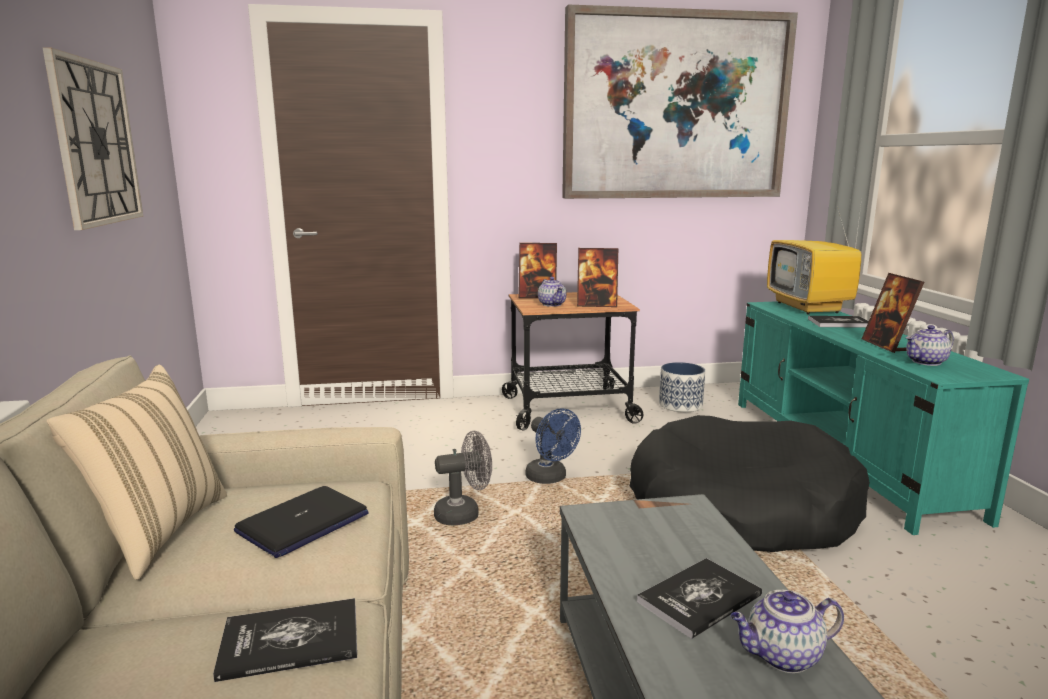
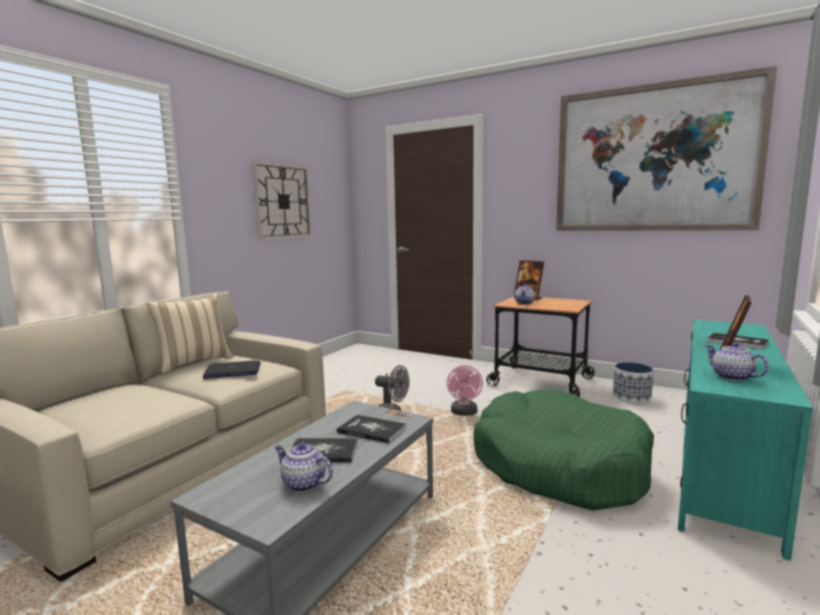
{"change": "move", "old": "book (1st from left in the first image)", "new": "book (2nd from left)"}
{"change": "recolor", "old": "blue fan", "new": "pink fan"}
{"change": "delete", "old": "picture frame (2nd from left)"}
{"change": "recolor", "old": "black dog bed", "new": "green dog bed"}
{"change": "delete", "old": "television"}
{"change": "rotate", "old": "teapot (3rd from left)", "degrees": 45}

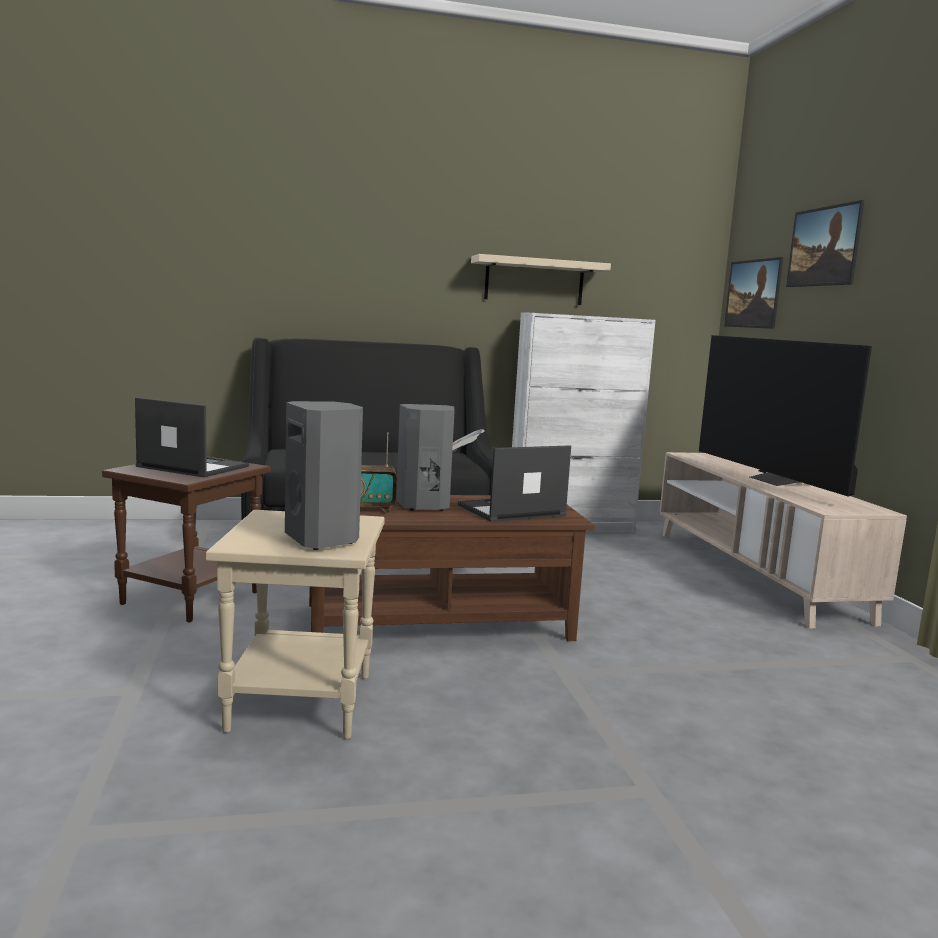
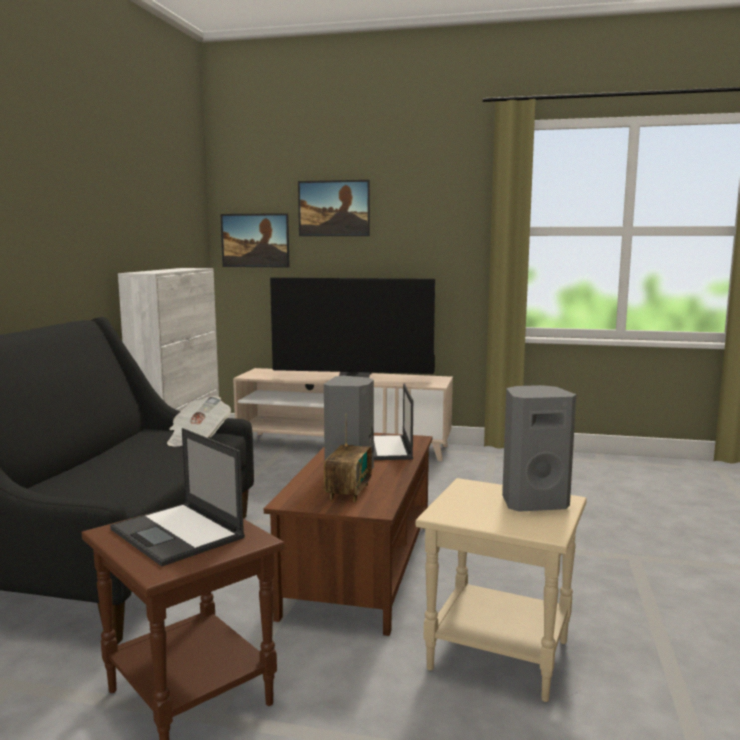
{"change": "rotate", "old": "laptop (1st from left)", "degrees": -90}
{"change": "delete", "old": "beige shelf"}

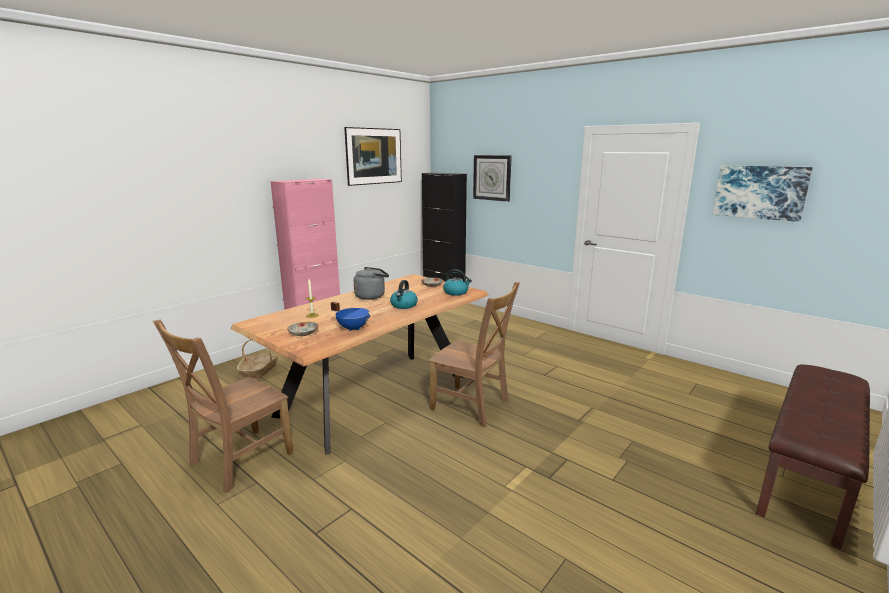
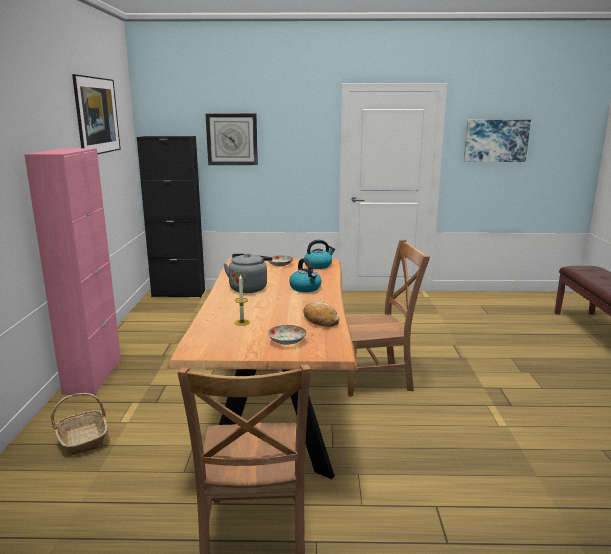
{"change": "replace", "old": "blue cooking pot", "new": "bread"}

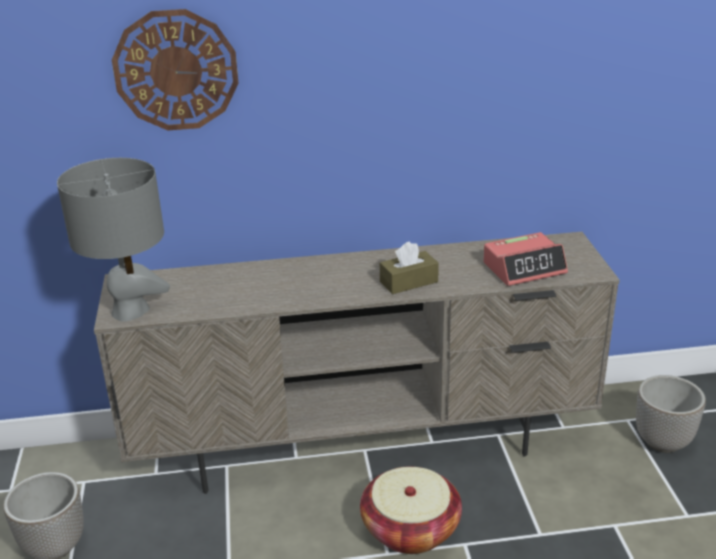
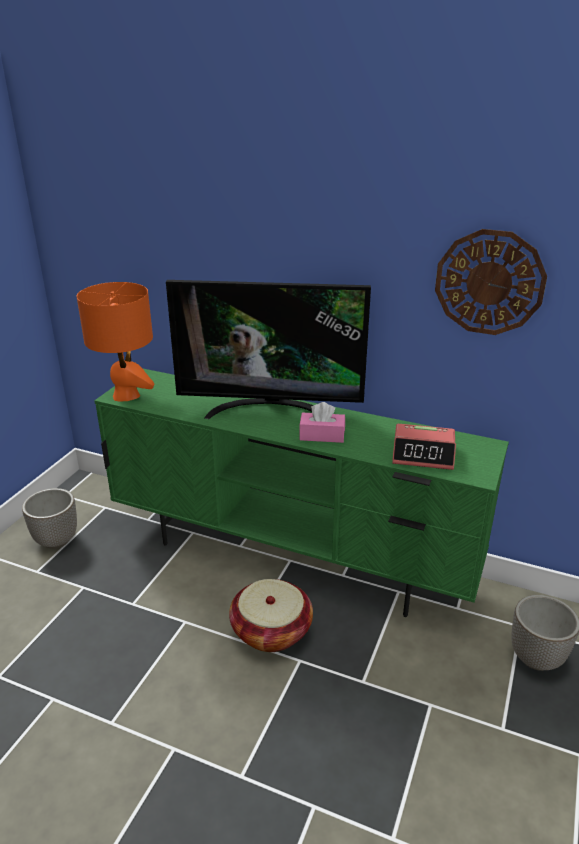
{"change": "recolor", "old": "grey table lamp", "new": "orange table lamp"}
{"change": "recolor", "old": "beige tv stand", "new": "green tv stand"}
{"change": "move", "old": "wall clock"}
{"change": "recolor", "old": "brown tissue box", "new": "pink tissue box"}
{"change": "insert", "new": "television"}

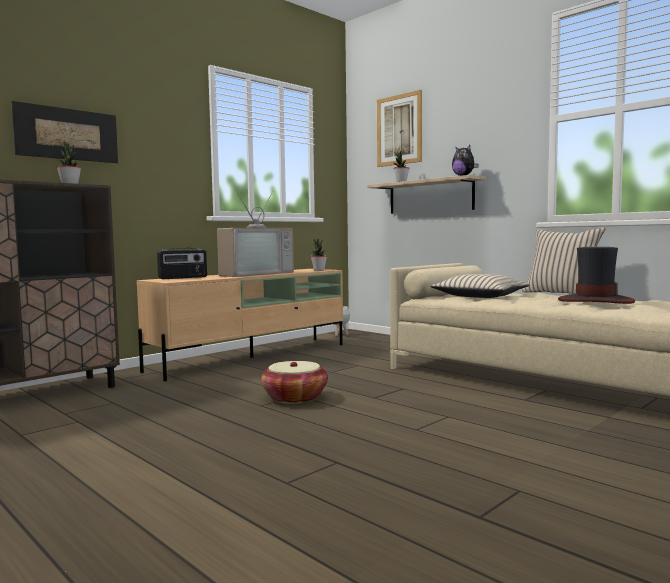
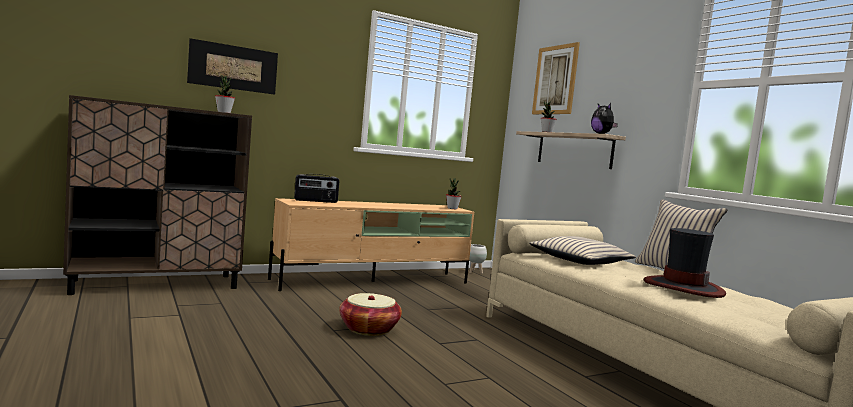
{"change": "delete", "old": "television"}

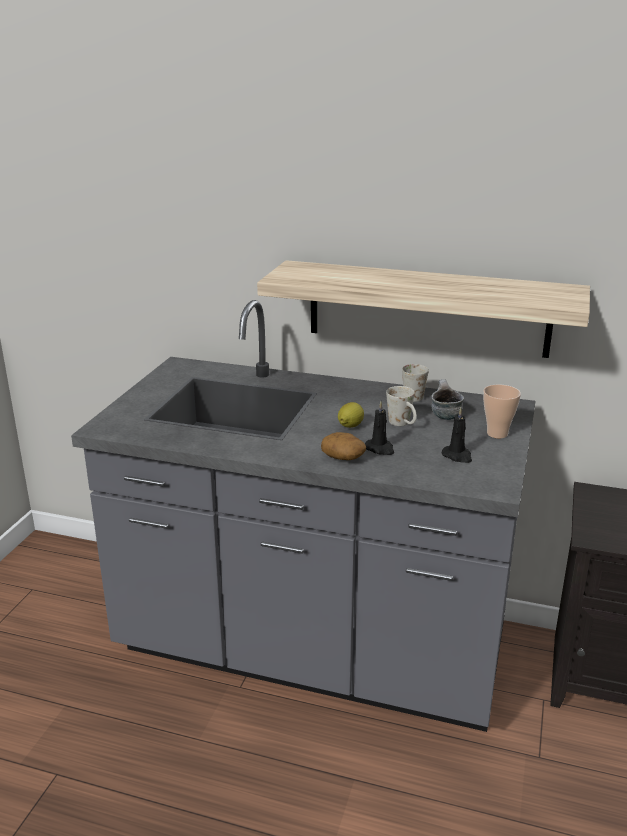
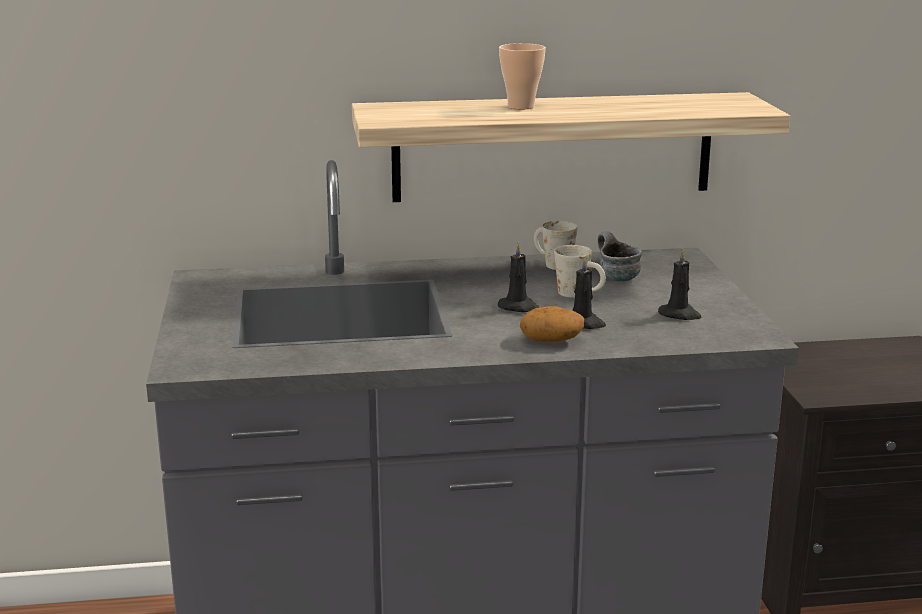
{"change": "replace", "old": "lemon", "new": "black candle (1st from left)"}
{"change": "move", "old": "cup"}

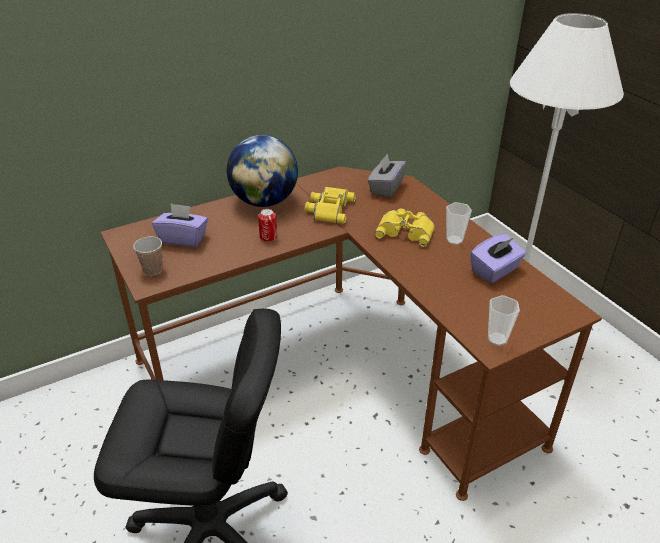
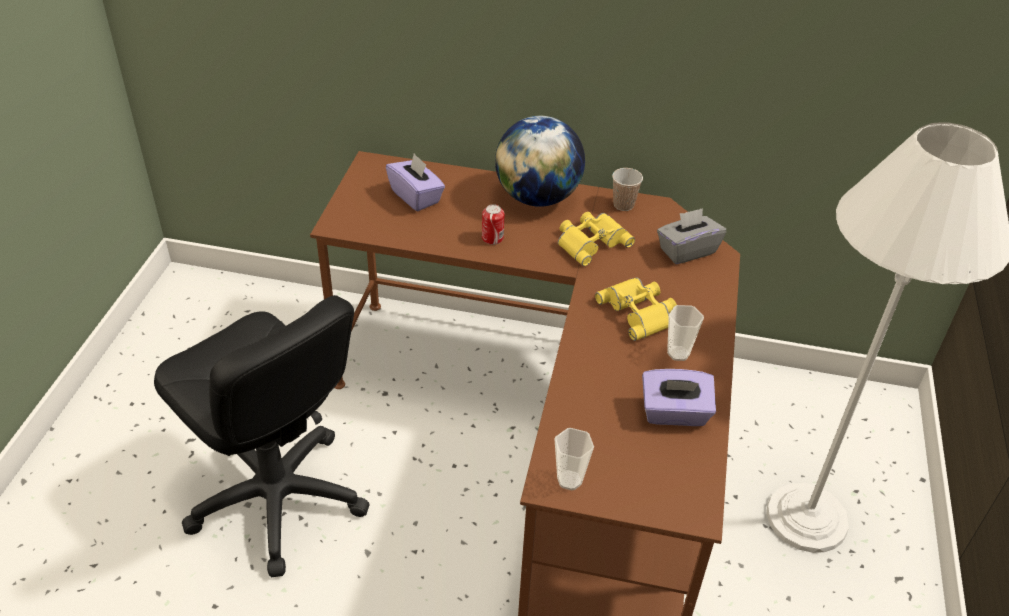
{"change": "move", "old": "cup (1st from left in the first image)", "new": "cup (2nd from left)"}

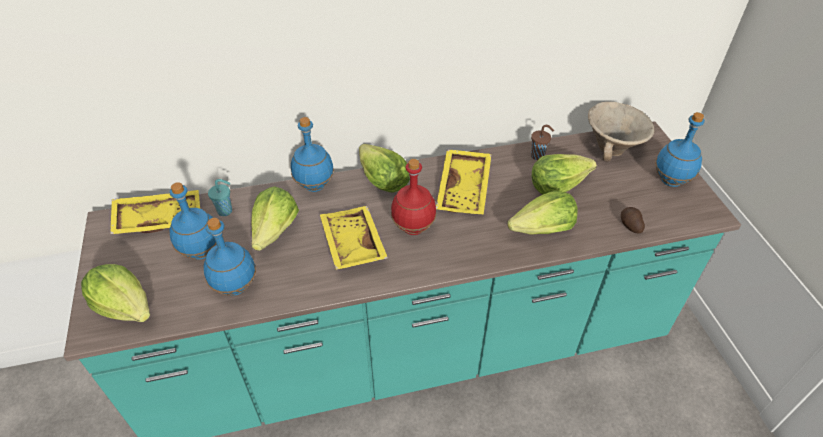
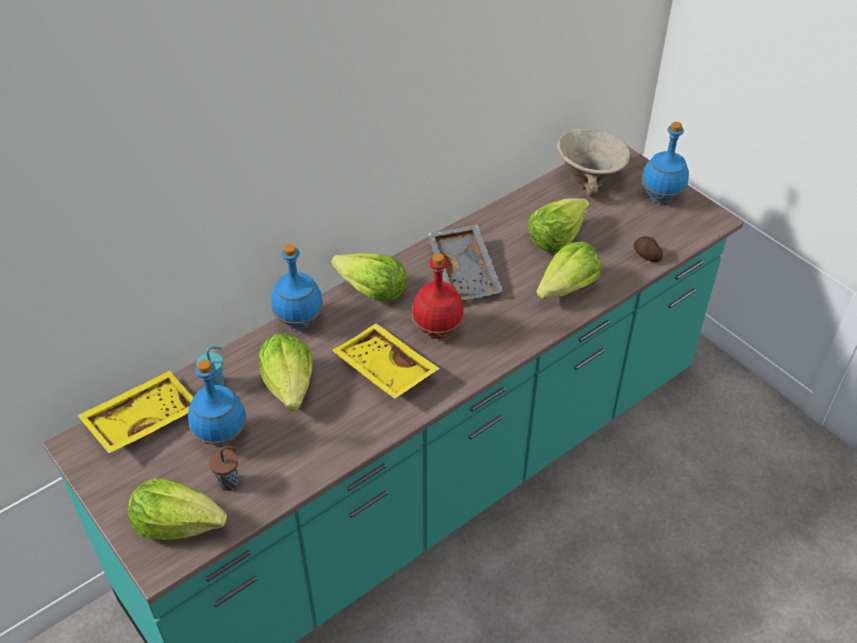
{"change": "delete", "old": "blue bottle (2nd from left)"}
{"change": "recolor", "old": "yellow tray (3rd from left)", "new": "grey tray"}
{"change": "move", "old": "brown cup"}

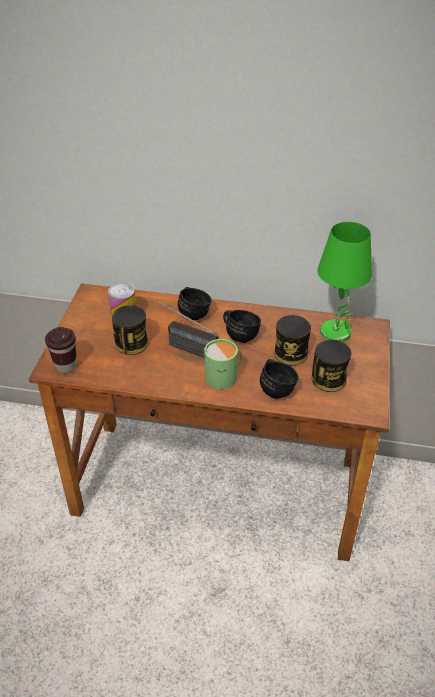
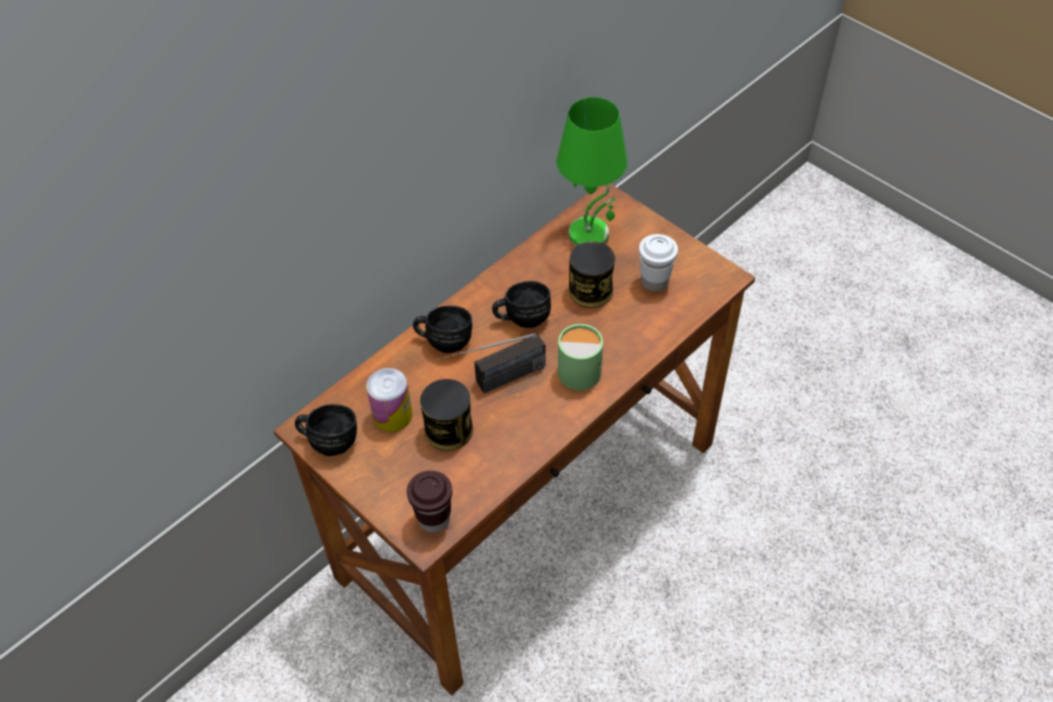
{"change": "move", "old": "black mug (3rd from left in the first image)", "new": "black mug (1st from left)"}
{"change": "replace", "old": "can (4th from left)", "new": "white cup"}

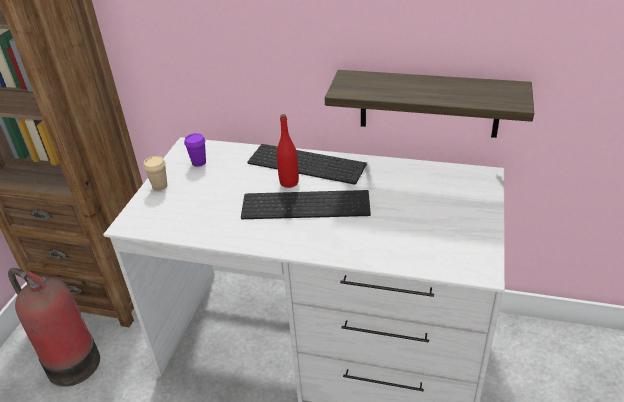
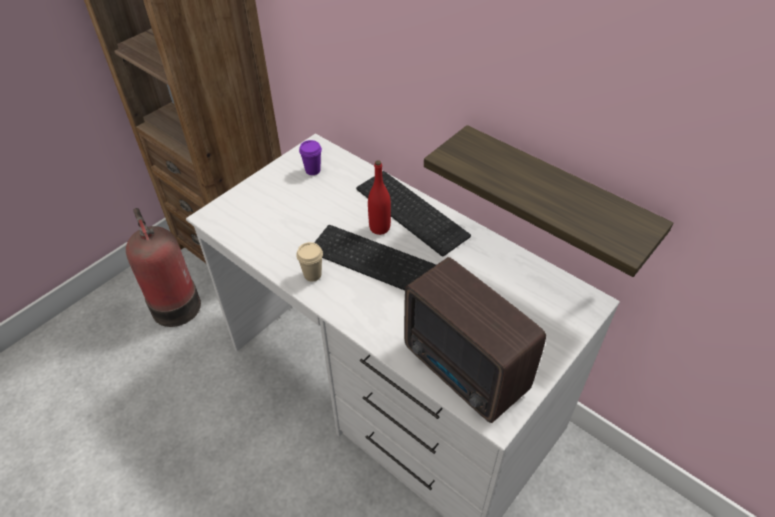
{"change": "move", "old": "beige cup"}
{"change": "insert", "new": "radio"}

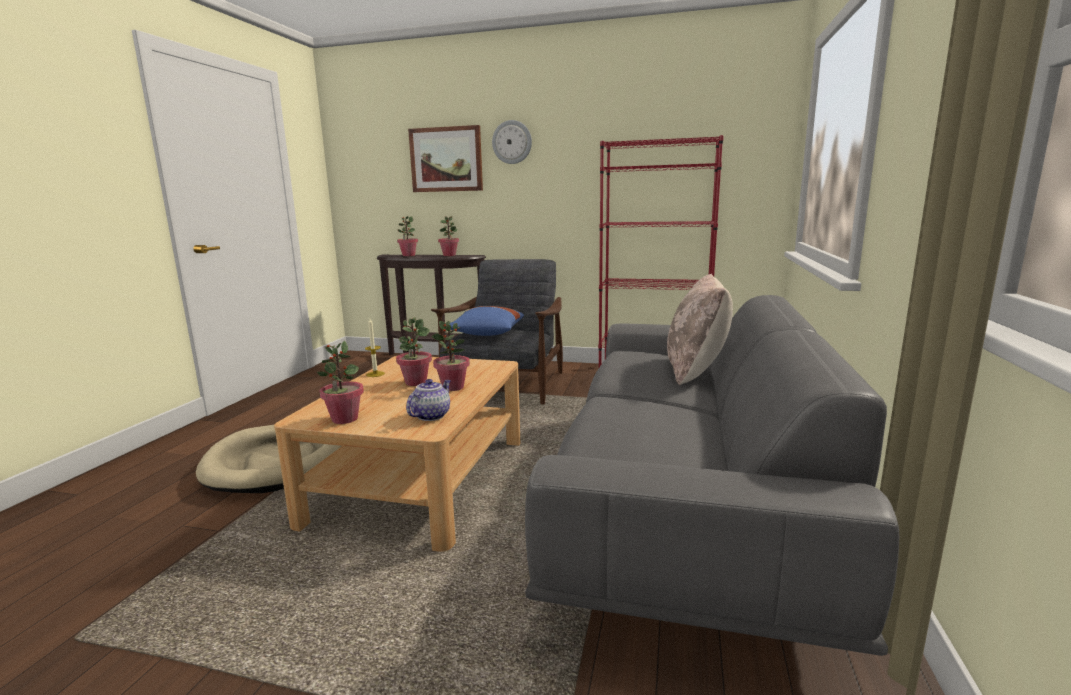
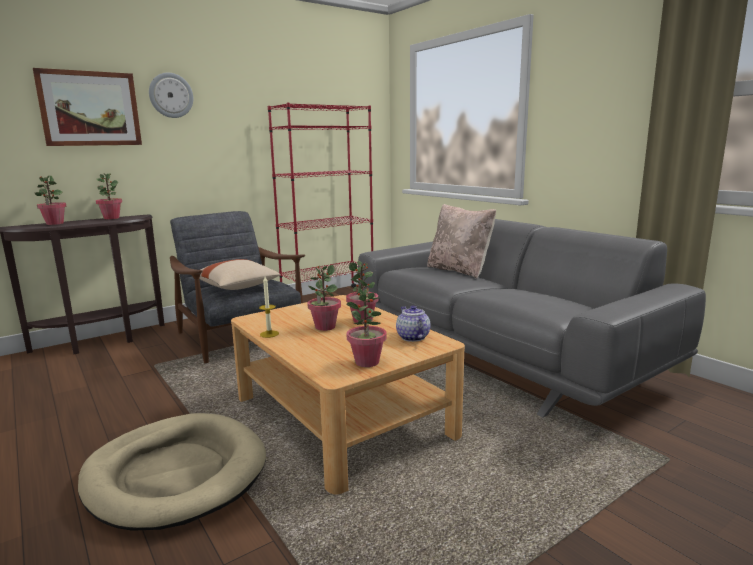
{"change": "recolor", "old": "blue pillow", "new": "beige pillow (1st from left)"}

